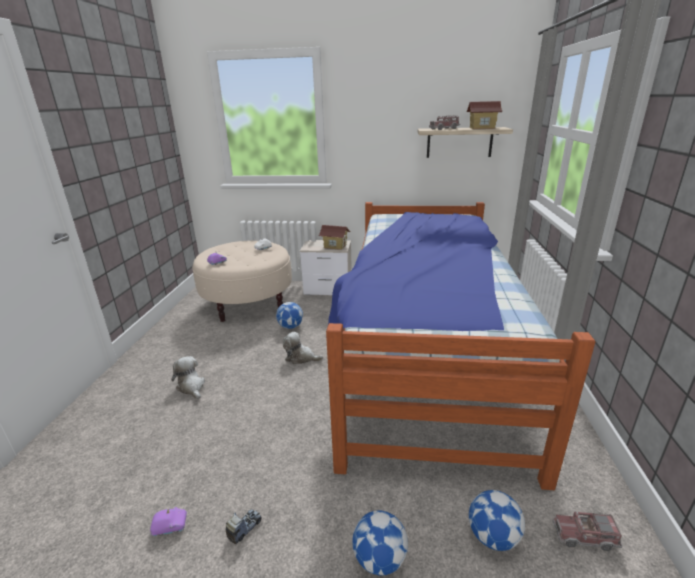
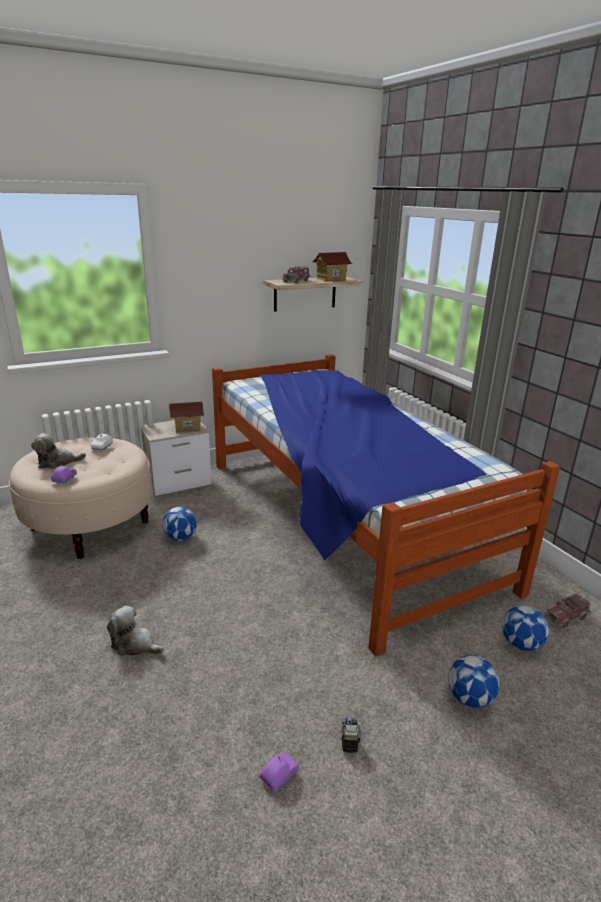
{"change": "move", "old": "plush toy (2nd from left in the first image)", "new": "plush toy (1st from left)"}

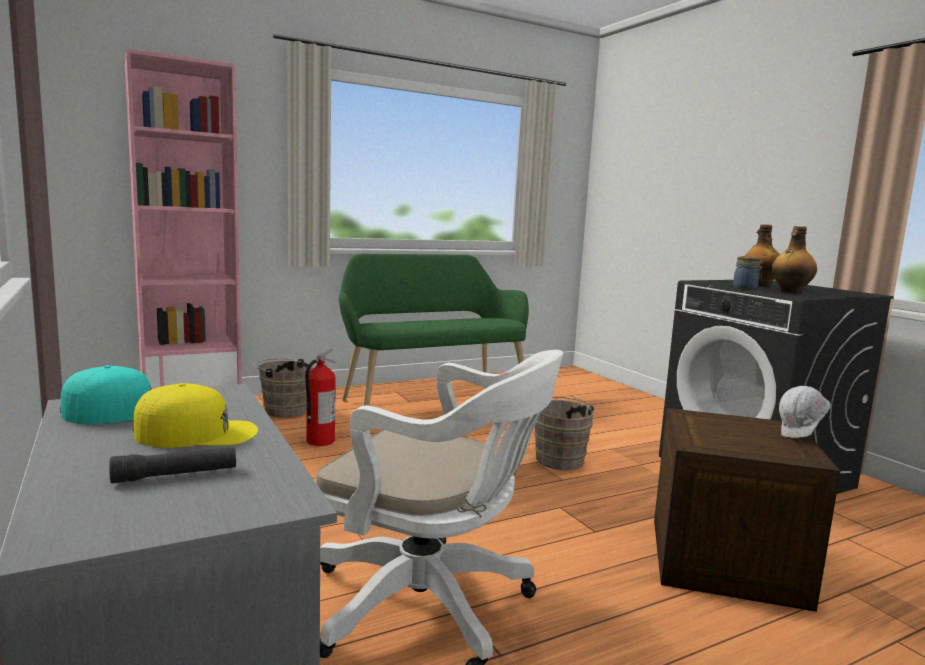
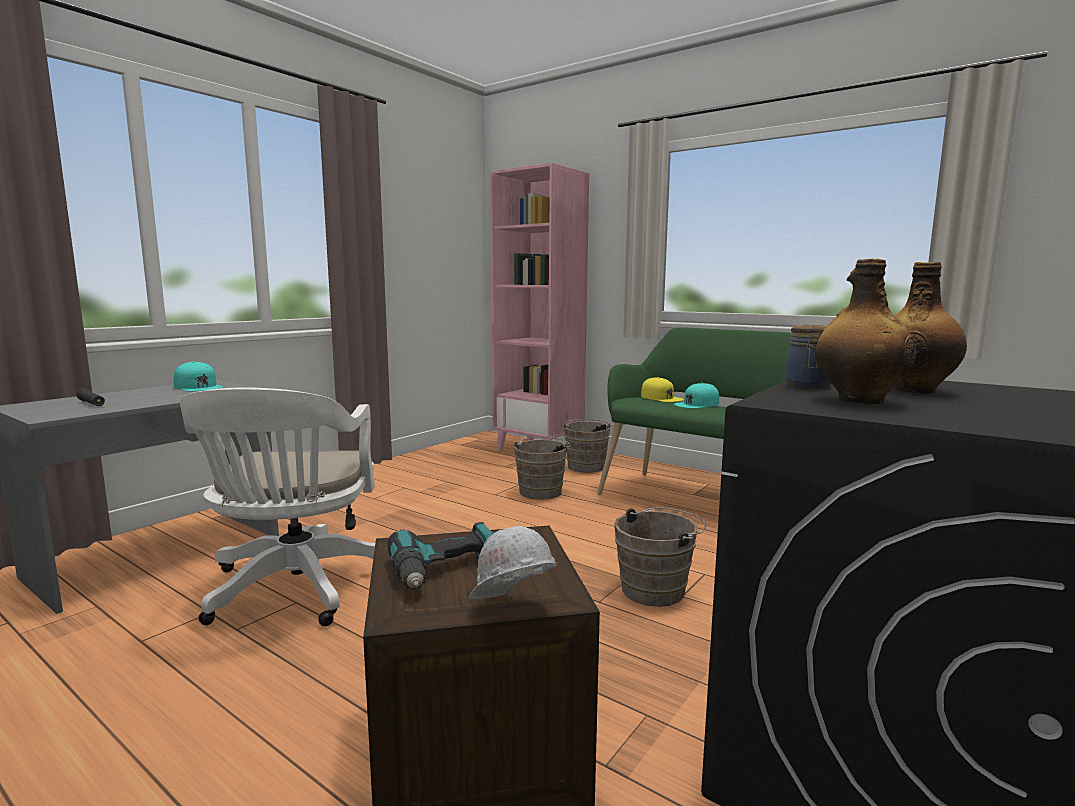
{"change": "move", "old": "yellow cap"}
{"change": "replace", "old": "fire extinguisher", "new": "brown bucket (1st from left)"}
{"change": "insert", "new": "power drill"}
{"change": "insert", "new": "turquoise cap (2nd from left)"}

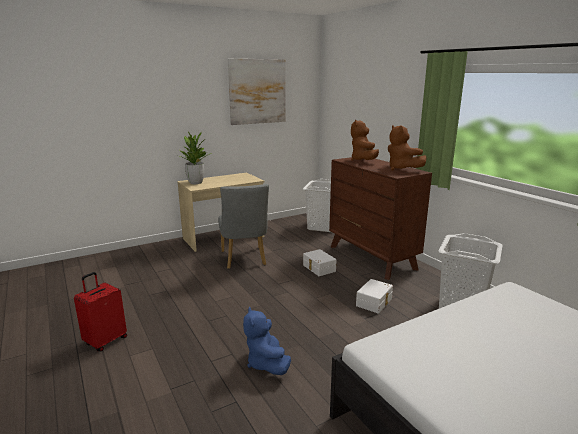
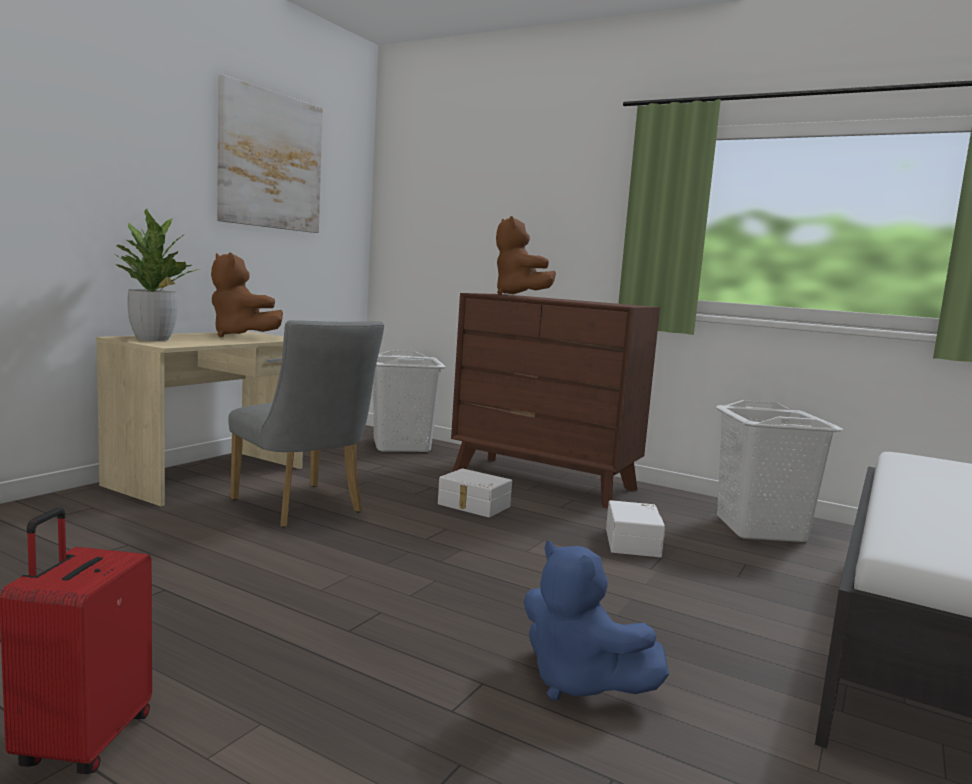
{"change": "move", "old": "brown plush toy (2nd from left in the first image)", "new": "brown plush toy (1st from left)"}

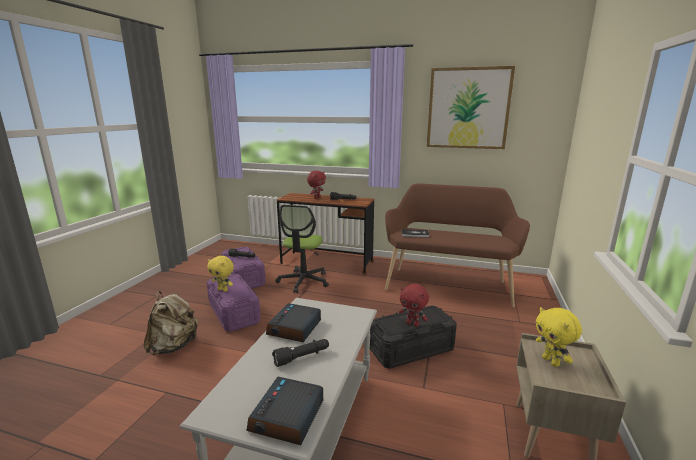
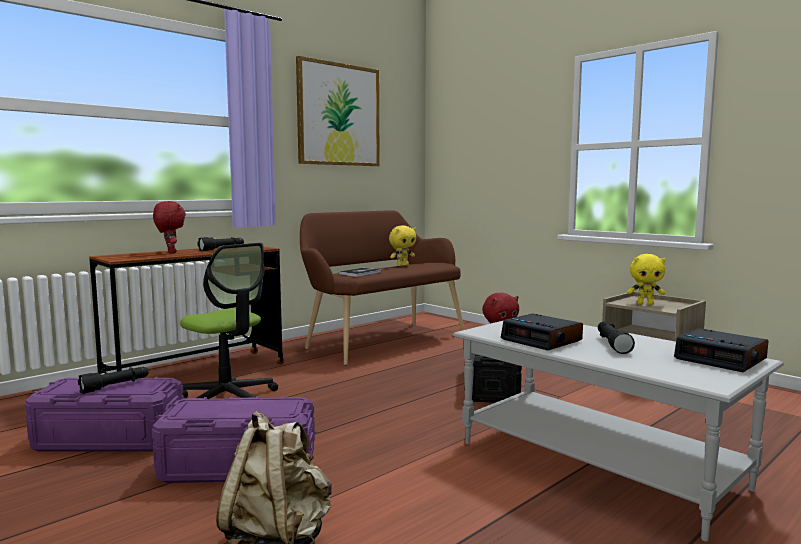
{"change": "move", "old": "yellow plush toy (1st from left)"}

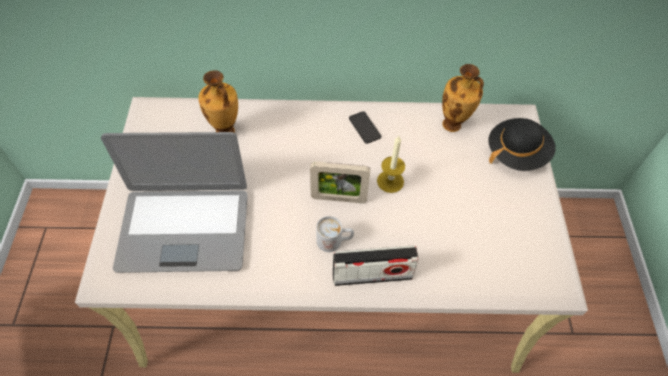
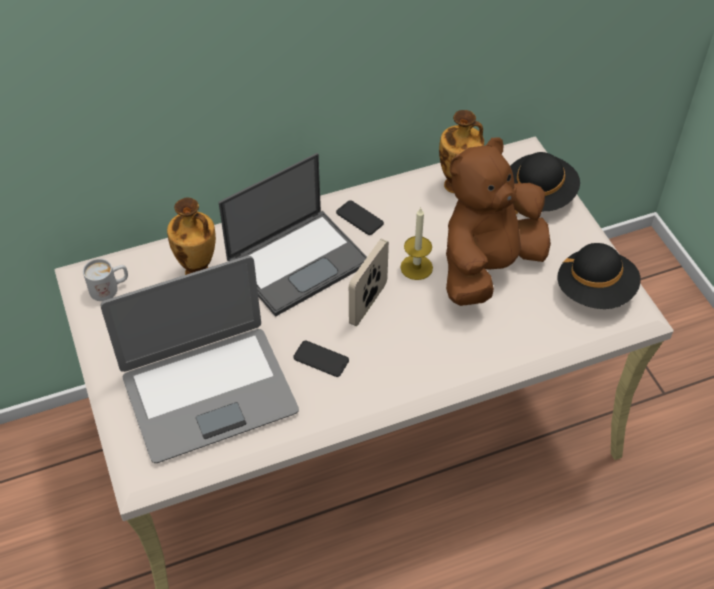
{"change": "rotate", "old": "picture frame", "degrees": 135}
{"change": "move", "old": "white mug"}
{"change": "delete", "old": "radio"}
{"change": "insert", "new": "laptop (2nd from left)"}
{"change": "insert", "new": "phone (1st from left)"}
{"change": "insert", "new": "brown plush toy"}
{"change": "insert", "new": "black hat (2nd from left)"}

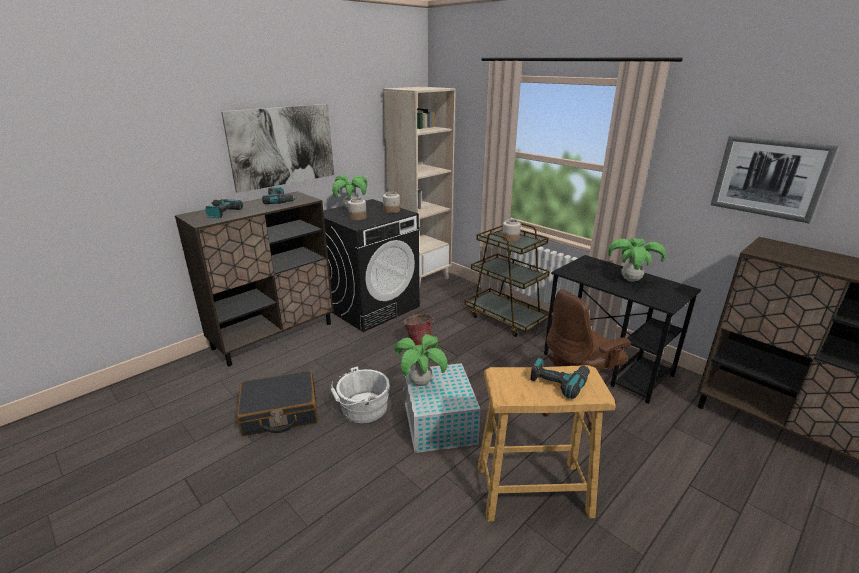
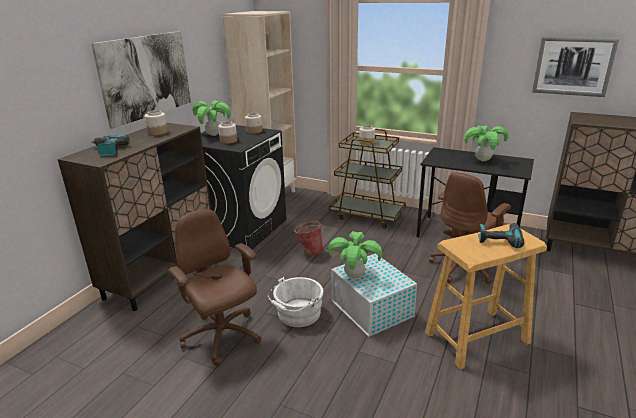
{"change": "replace", "old": "black suitcase", "new": "brown office chair (1st from left)"}
{"change": "replace", "old": "power drill (2nd from left)", "new": "jar (1st from left)"}

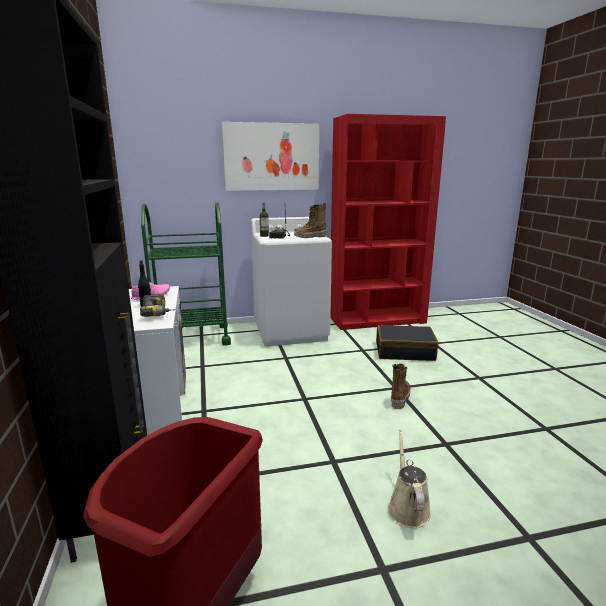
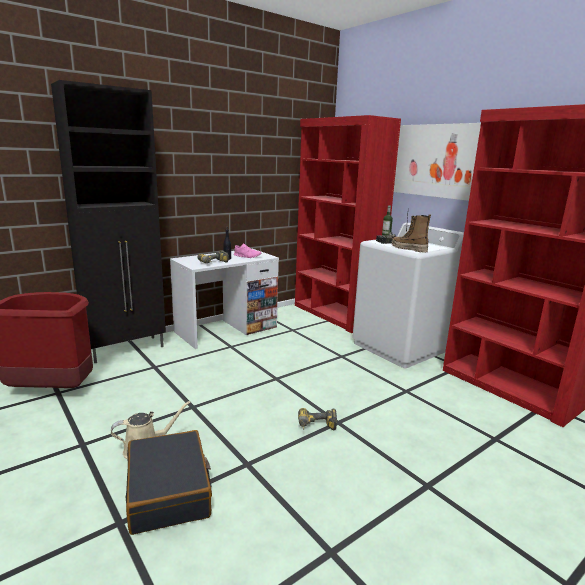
{"change": "replace", "old": "green cart", "new": "red bookcase (1st from left)"}
{"change": "move", "old": "black suitcase"}
{"change": "replace", "old": "boot (2nd from left)", "new": "power drill (2nd from left)"}

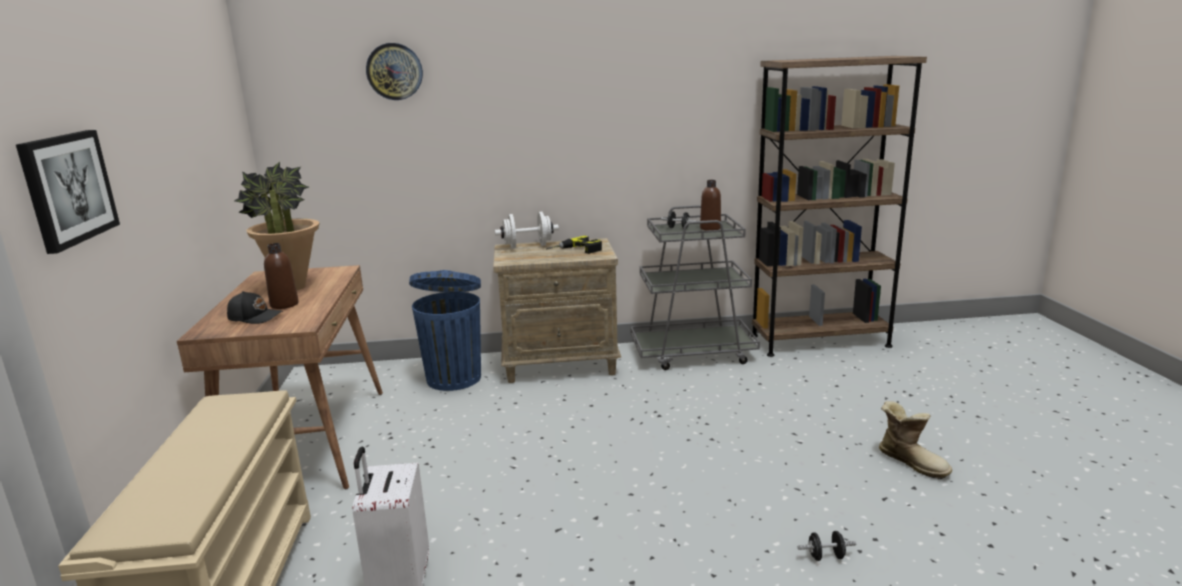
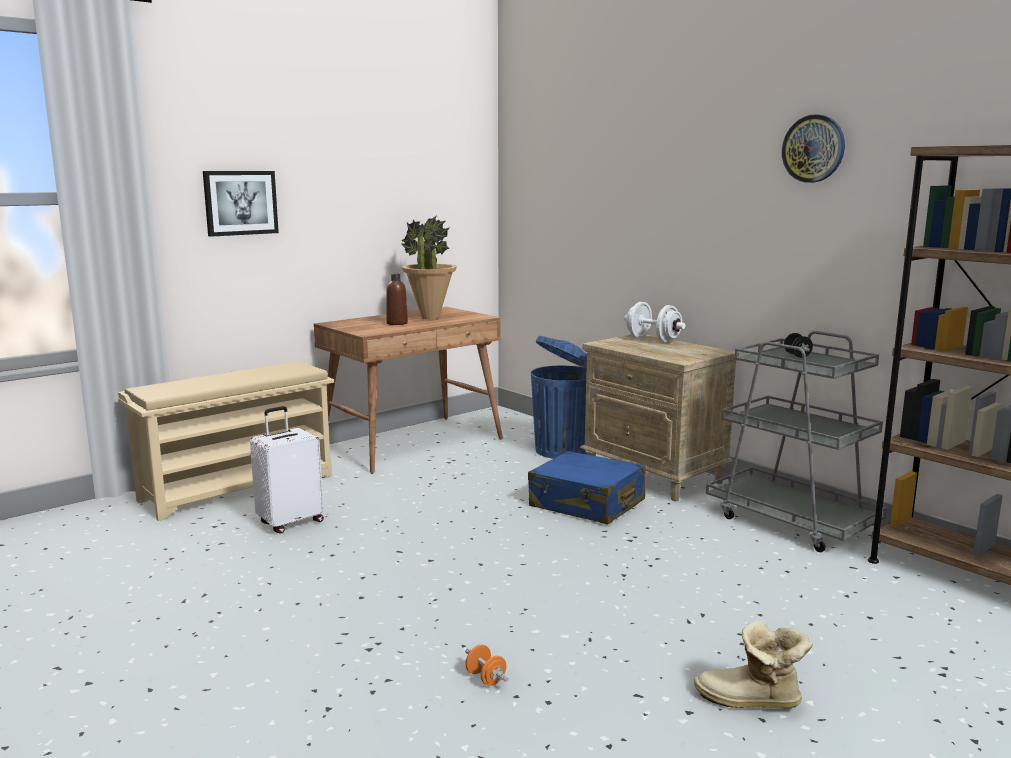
{"change": "delete", "old": "black cap"}
{"change": "move", "old": "wall clock"}
{"change": "delete", "old": "power drill"}
{"change": "delete", "old": "brown bottle (2nd from left)"}
{"change": "recolor", "old": "black dumbbell (2nd from left)", "new": "orange dumbbell"}
{"change": "rotate", "old": "boot", "degrees": 90}
{"change": "insert", "new": "blue suitcase"}

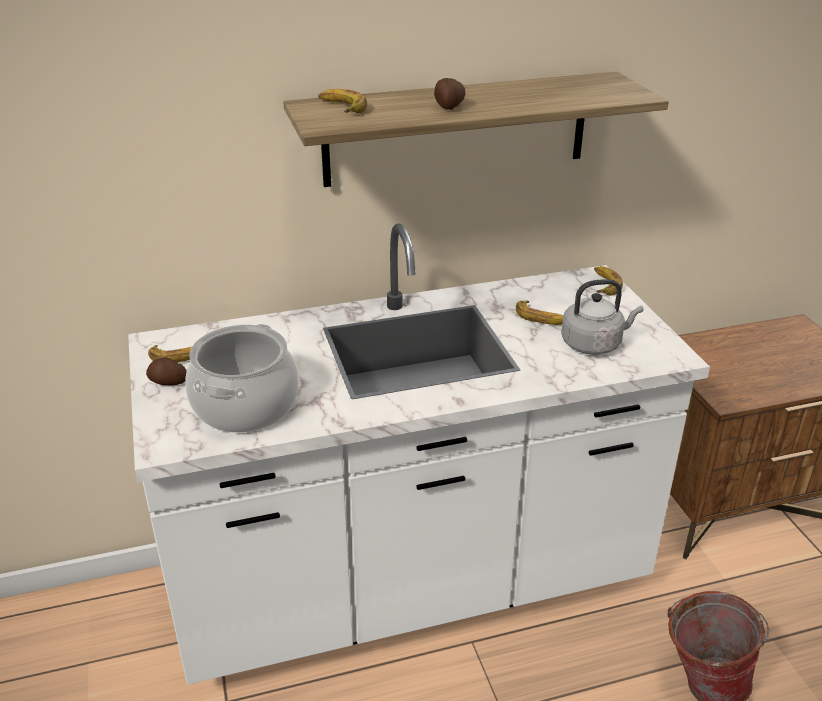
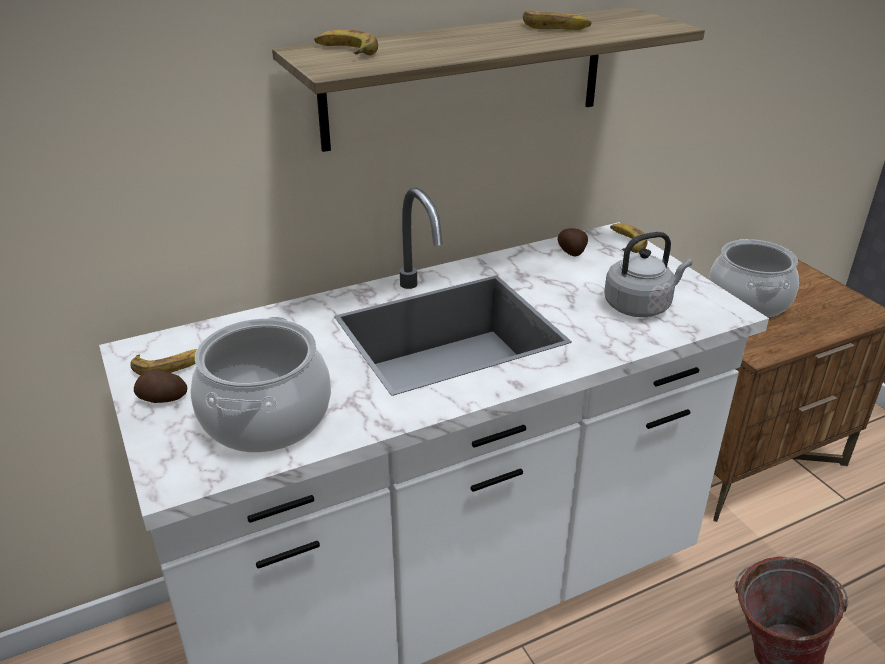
{"change": "move", "old": "potato (2nd from left)"}
{"change": "move", "old": "banana (3rd from left)"}
{"change": "insert", "new": "cooking pot (2nd from left)"}

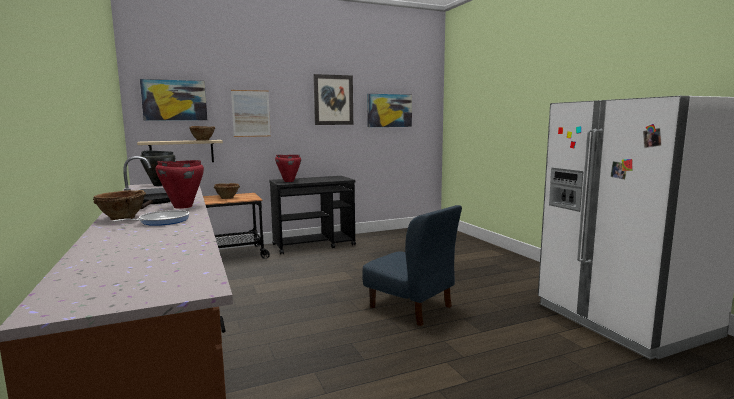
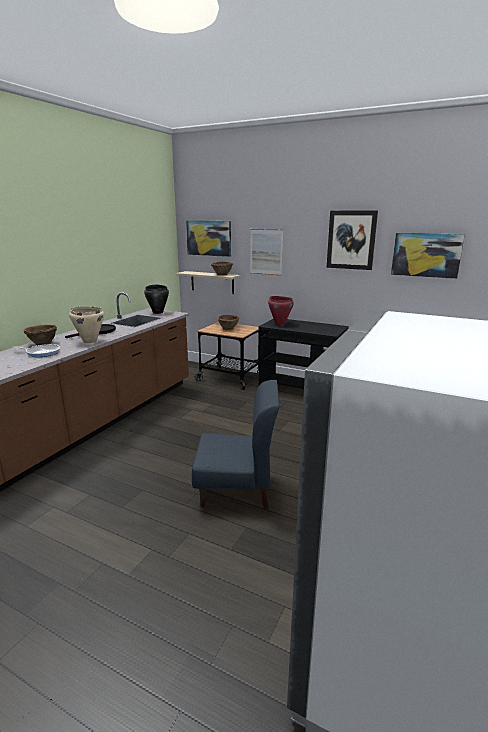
{"change": "recolor", "old": "red cooking pot (1st from left)", "new": "beige cooking pot"}
{"change": "rotate", "old": "blue chair", "degrees": -90}

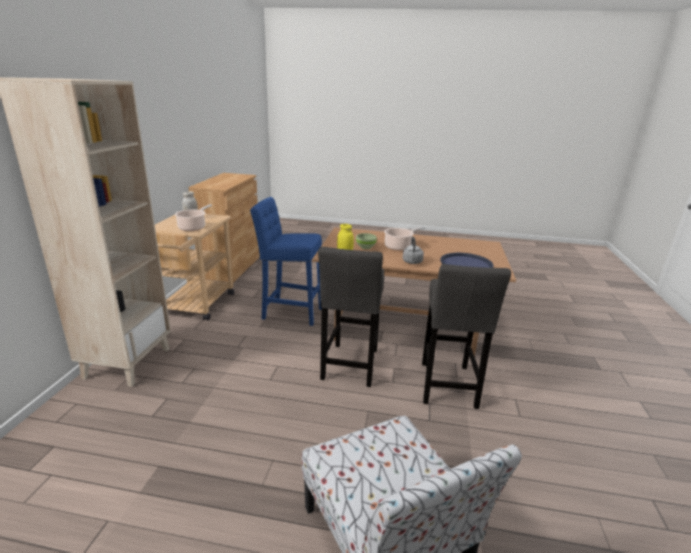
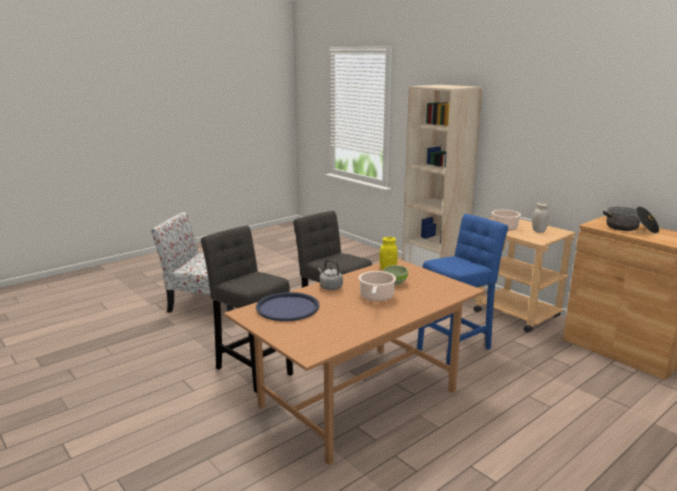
{"change": "insert", "new": "cooking pot (3rd from left)"}

